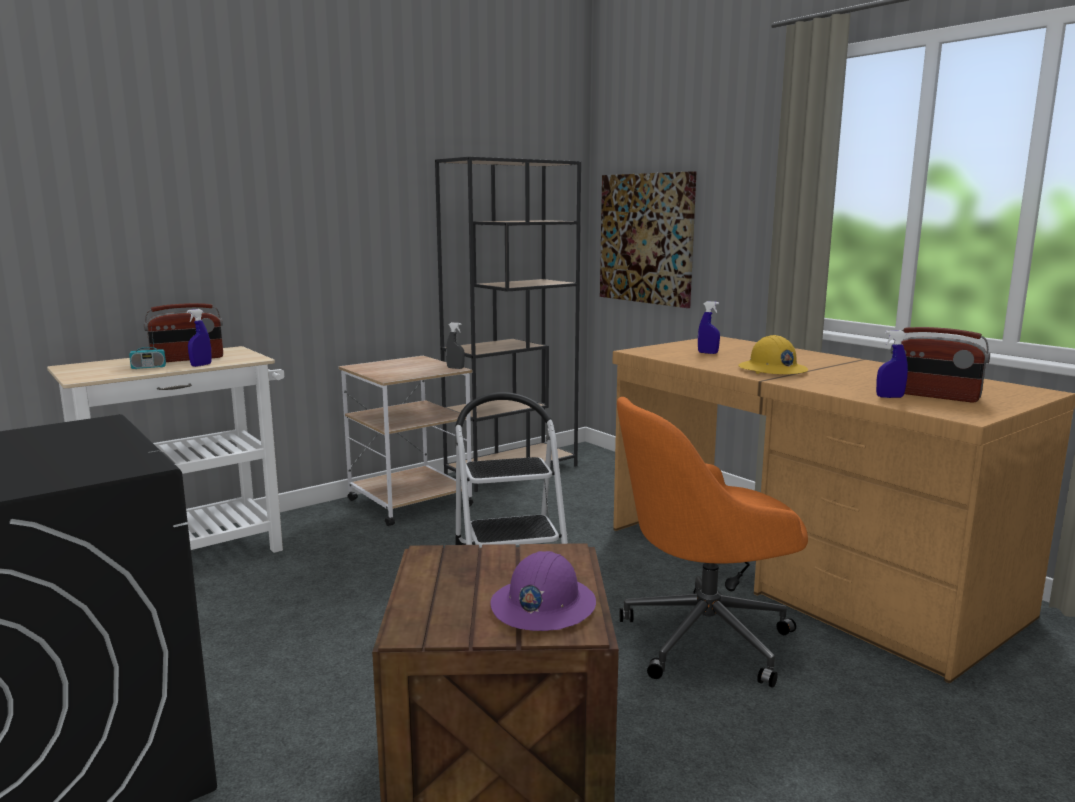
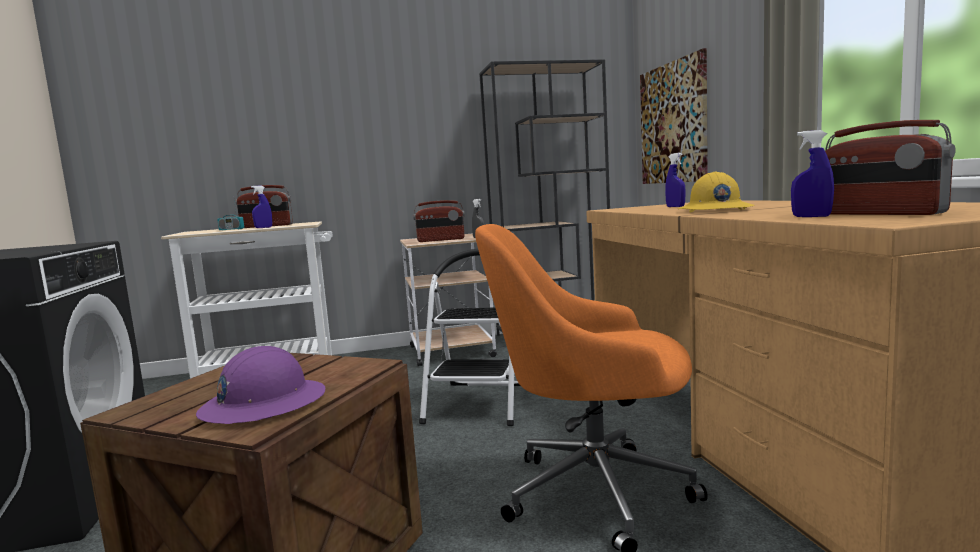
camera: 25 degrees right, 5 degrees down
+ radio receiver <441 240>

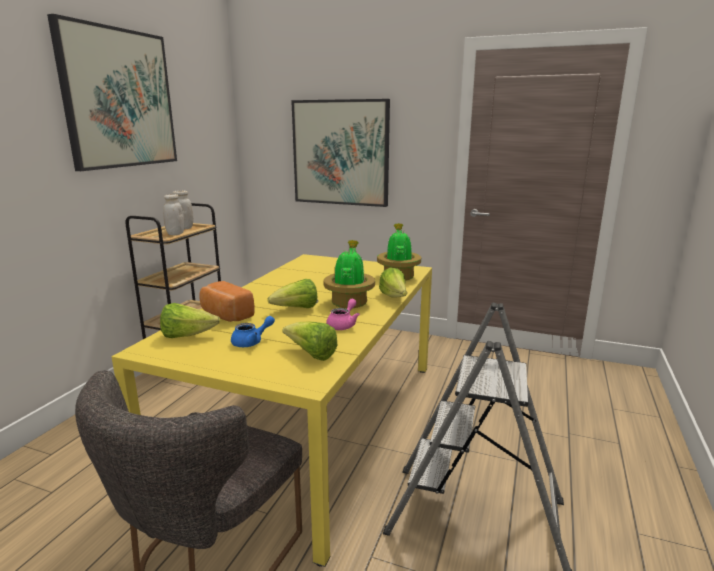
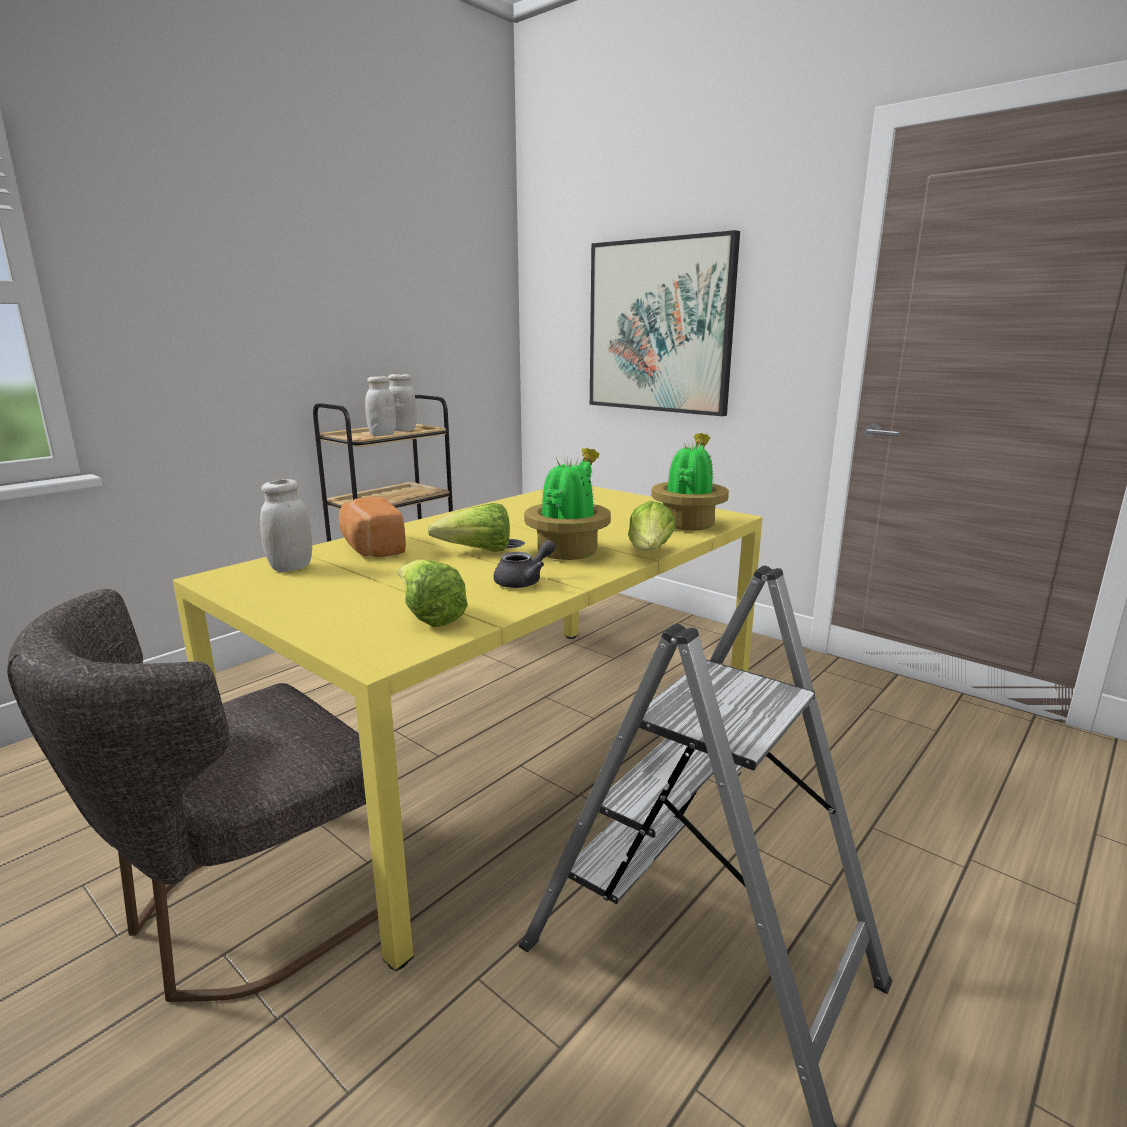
camera: 20 degrees right, 0 degrees up
- wall picture <119 99>
~ pinkish teapot <343 325> to greyish teapot <524 581>
~ lettuce head <187 336> to whitish storage jar <291 567>
- blue teapot <251 342>

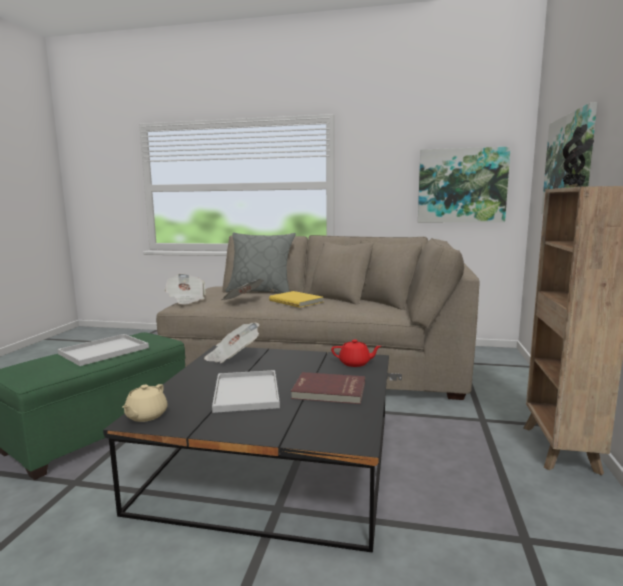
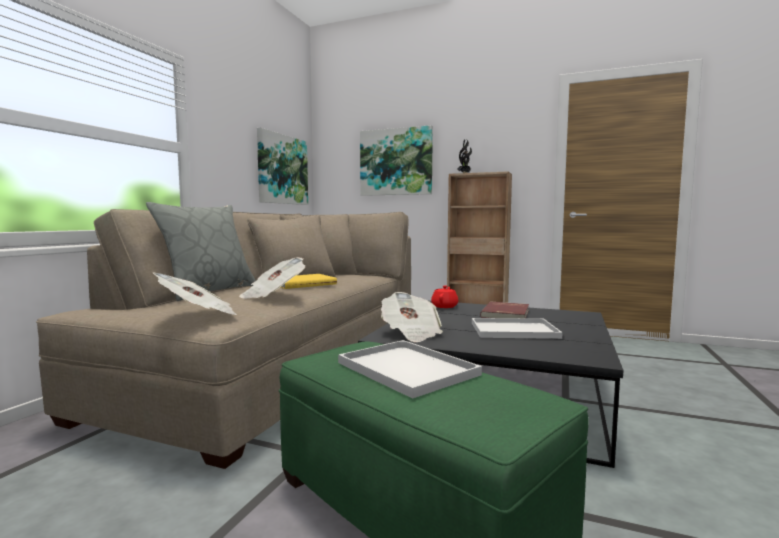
camera: 80 degrees left, 5 degrees down
- beige-coloured teapot <145 416>

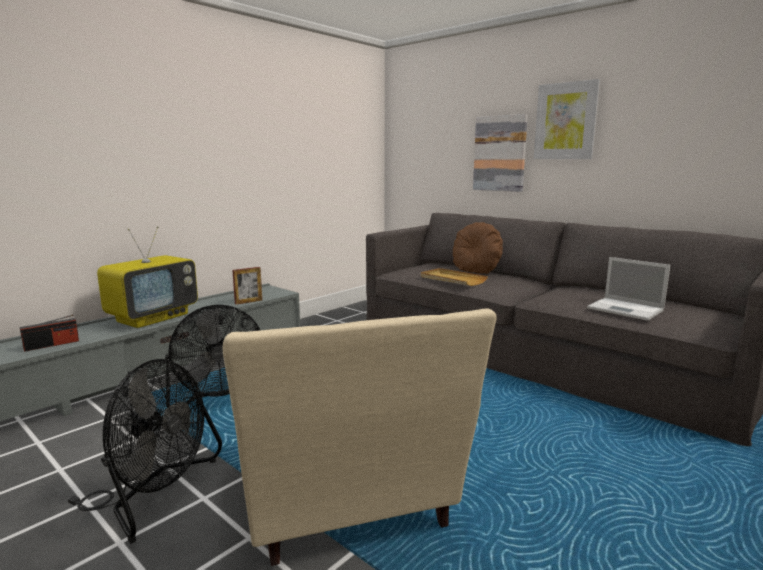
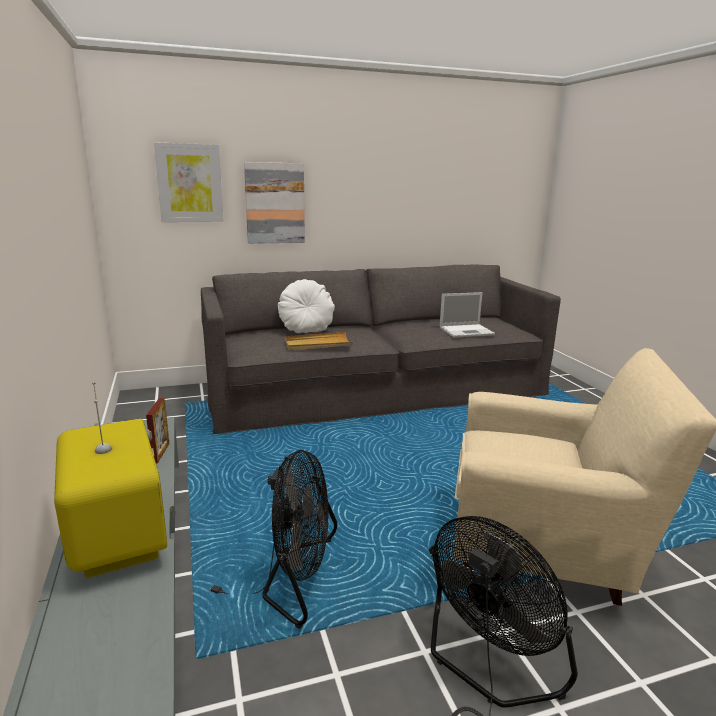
camera: 60 degrees left, 5 degrees up
~ wall picture <565 121> to <190 183>
~ brown-coloured throw pillow <476 272> to whitish throw pillow <306 331>
- radio receiver <52 345>

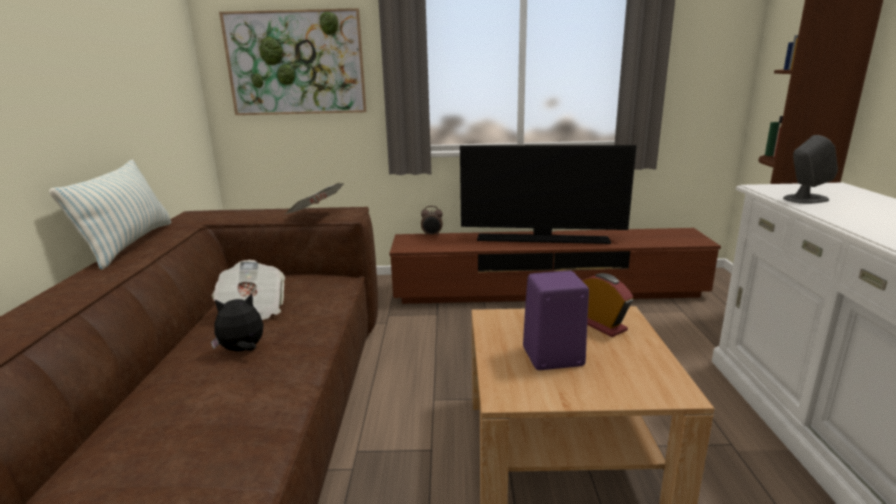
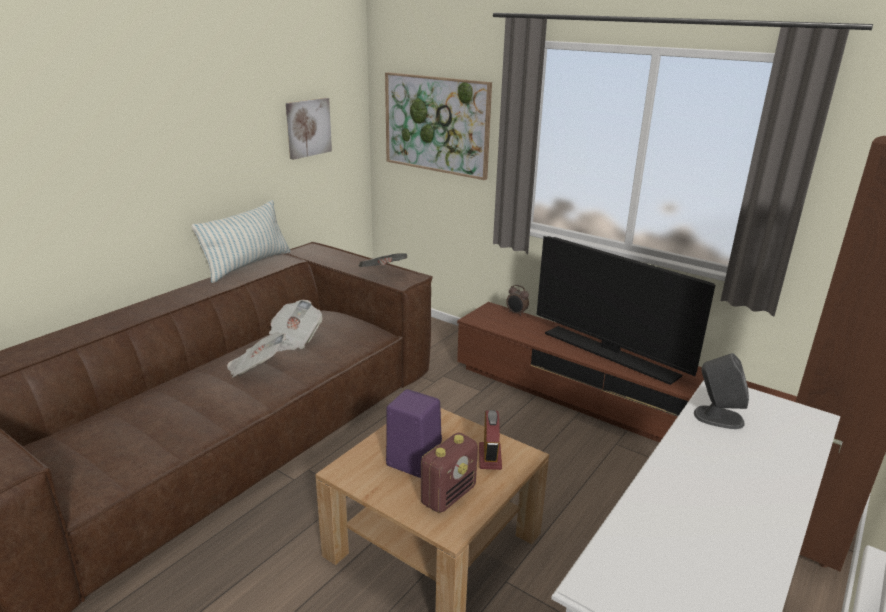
camera: 35 degrees right, 5 degrees up
~ cuddly toy <242 350> to daily paper <256 368>
+ wall picture <308 127>
+ radio receiver <448 495>

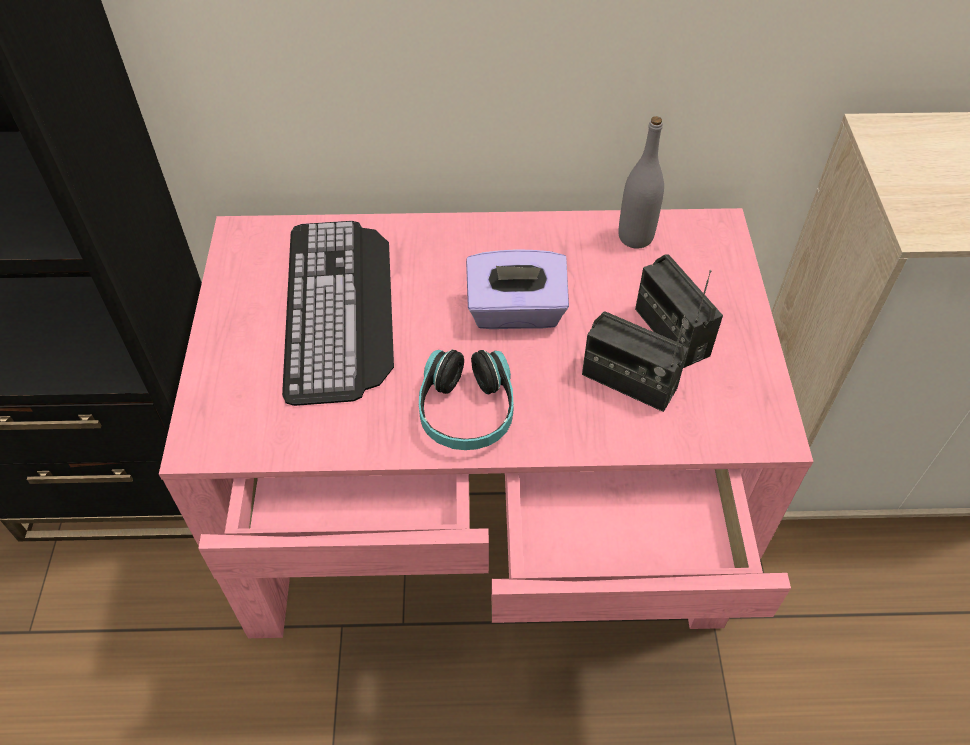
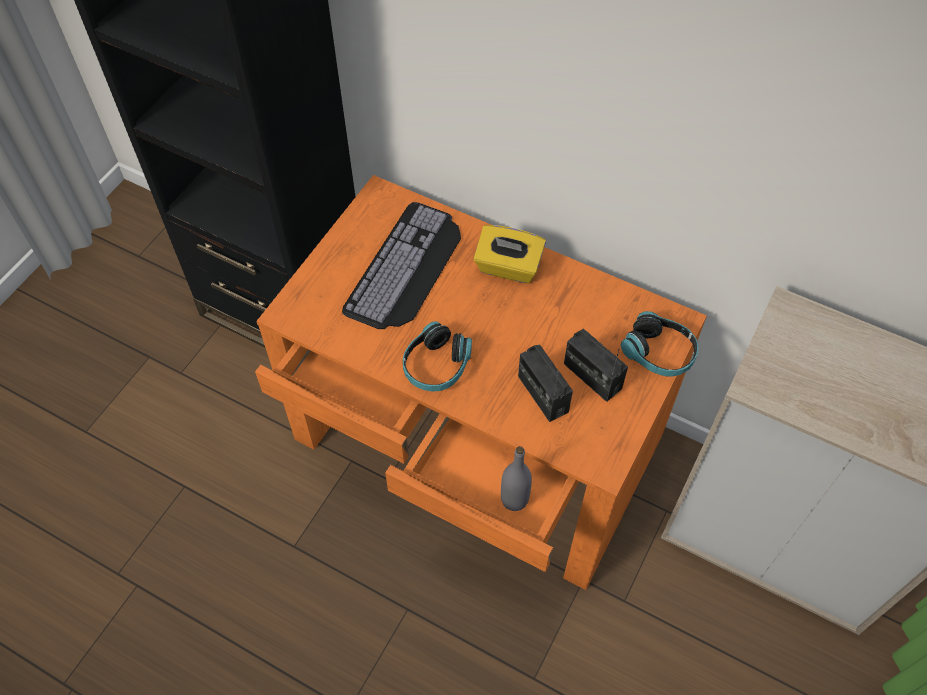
camera: 30 degrees right, 5 degrees up
~ greyish bottle <635 237> to <514 499>
~ pinkish desk unit <489 538> to orangey desk unit <471 454>
- purple-coloured box of tissues <516 312>
~ radio receiver <671 332> = <592 376> 45 degrees counterclockwise
+ yellow box of tissues <508 267>
+ pair of headphones <659 353>

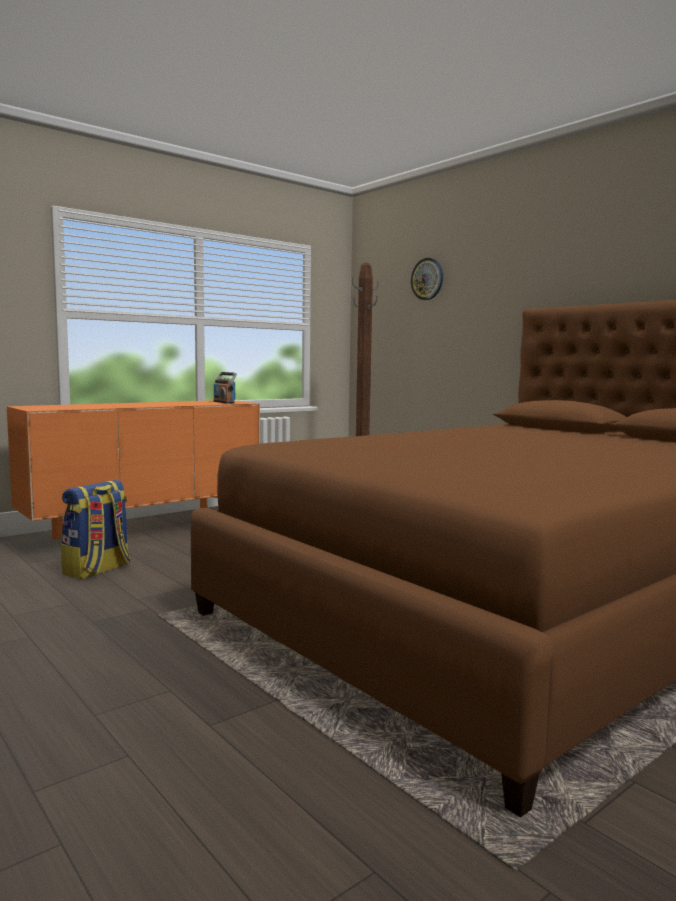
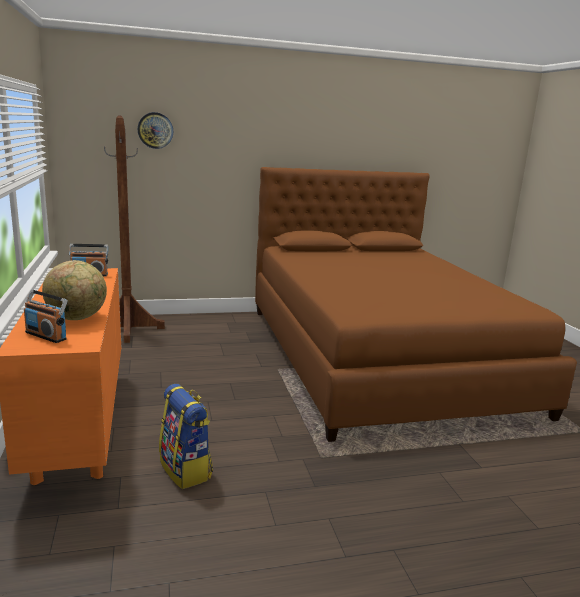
camera: 65 degrees left, 10 degrees up
+ desk globe <77 318>
+ radio receiver <46 335>

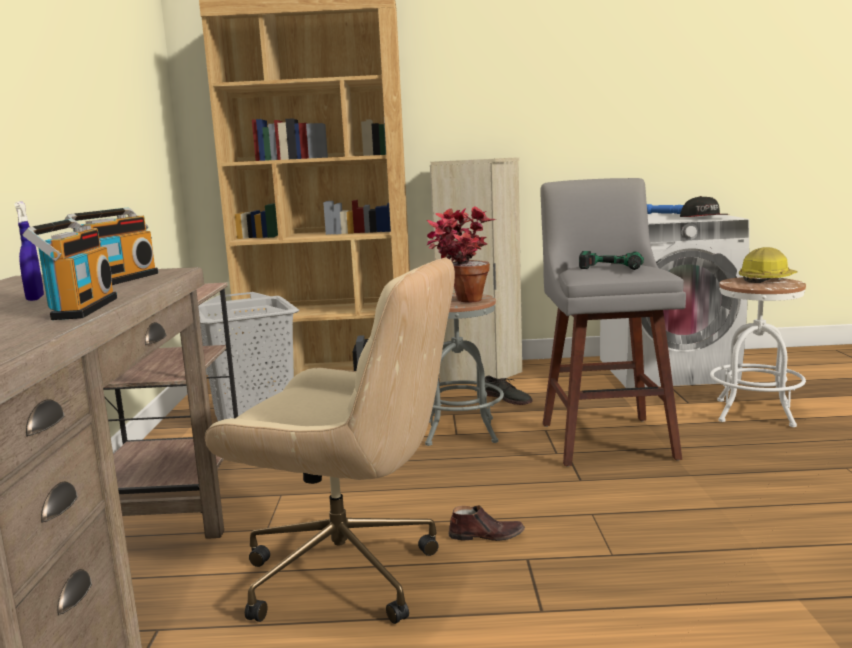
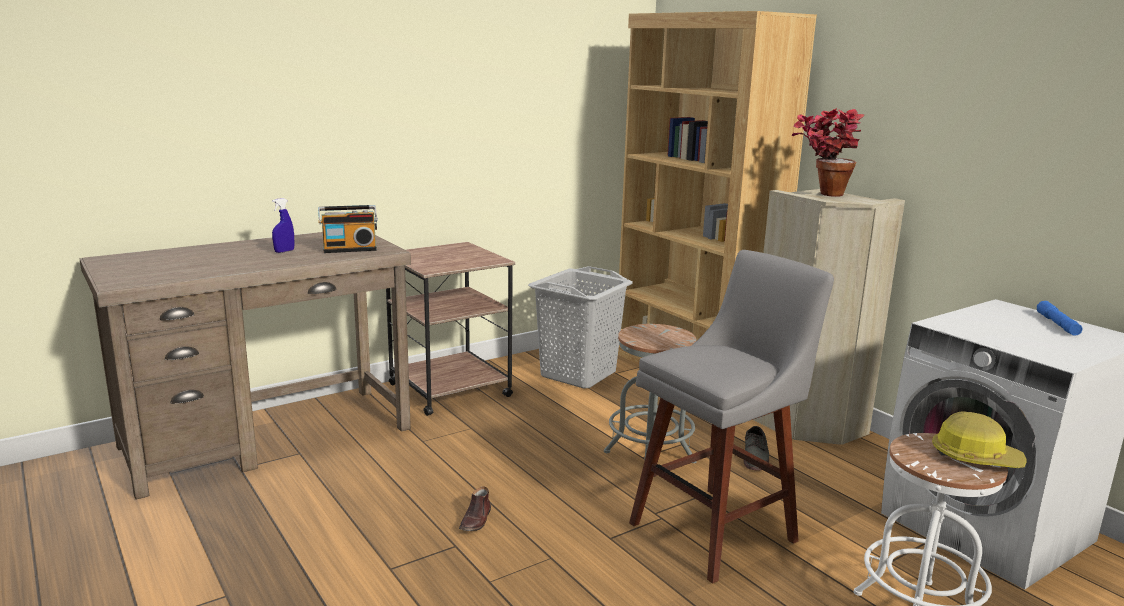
camera: 55 degrees right, 5 degrees up
- baseball cap <704 218>
~ potted plant <460 301> to <822 193>
- radio receiver <80 309>
- electric drill <610 269>
- beige-coloured desk chair <348 577>
~ brown-coloured shoe <486 535> = <476 520> 45 degrees clockwise

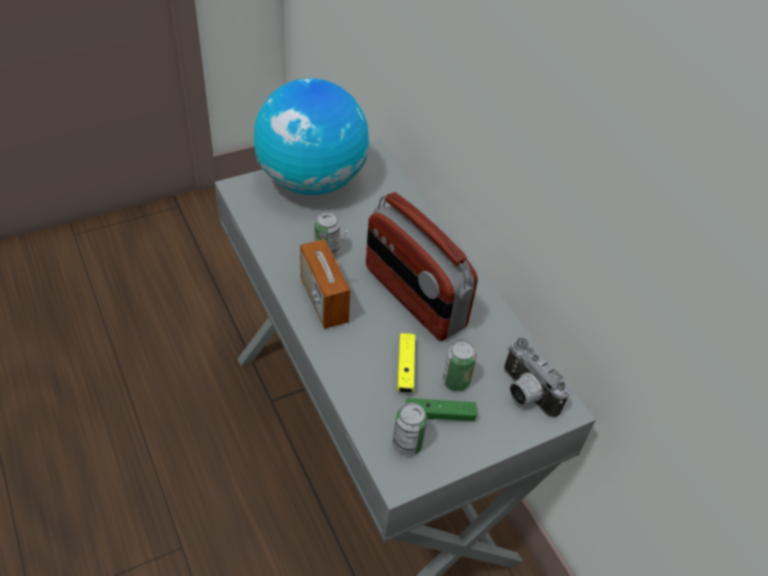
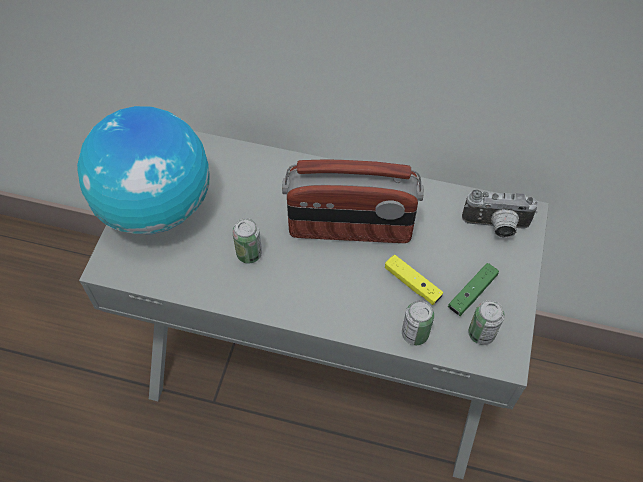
camera: 45 degrees left, 10 degrees up
- radio receiver <324 301>
~ can <456 381> to <415 334>

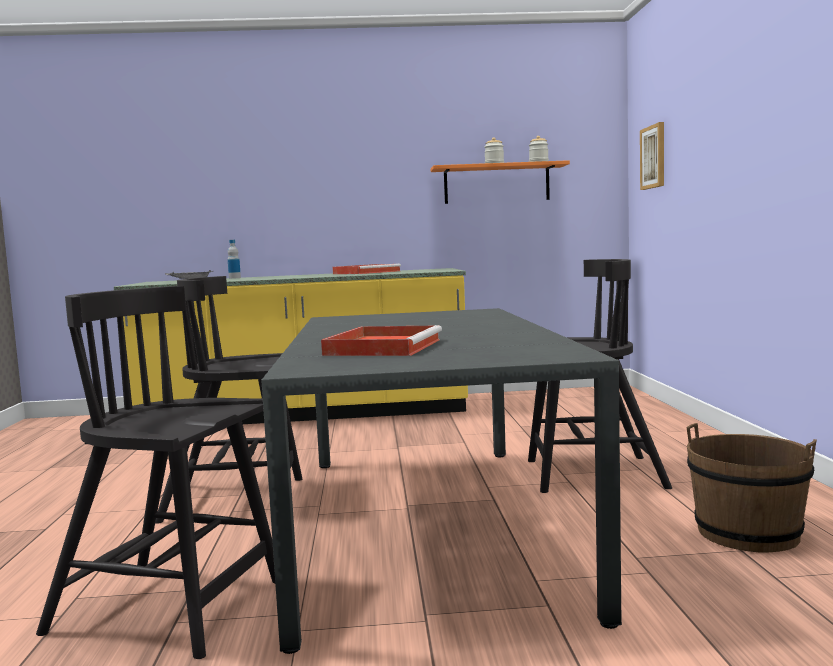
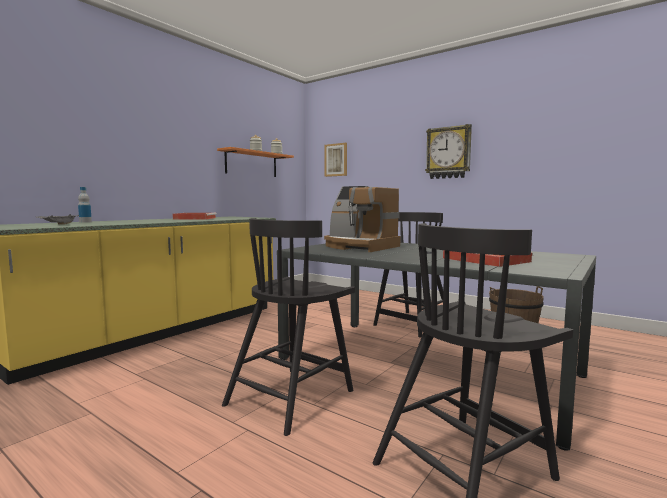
camera: 50 degrees left, 0 degrees up
+ clock on the wall <448 153>
+ coffee brewer <360 247>

